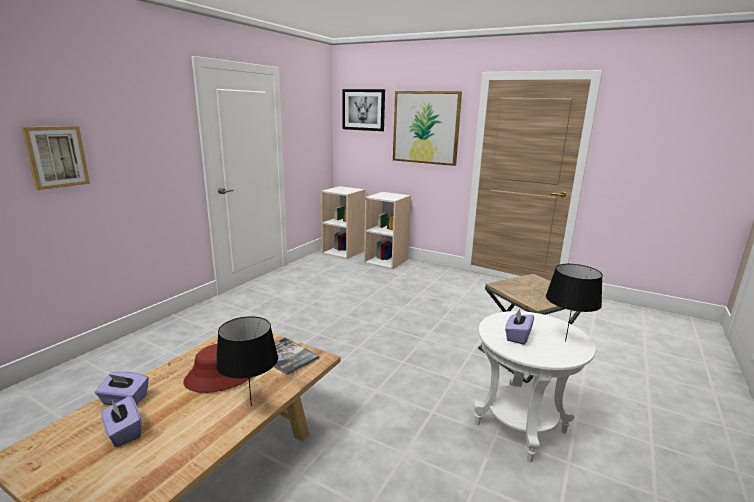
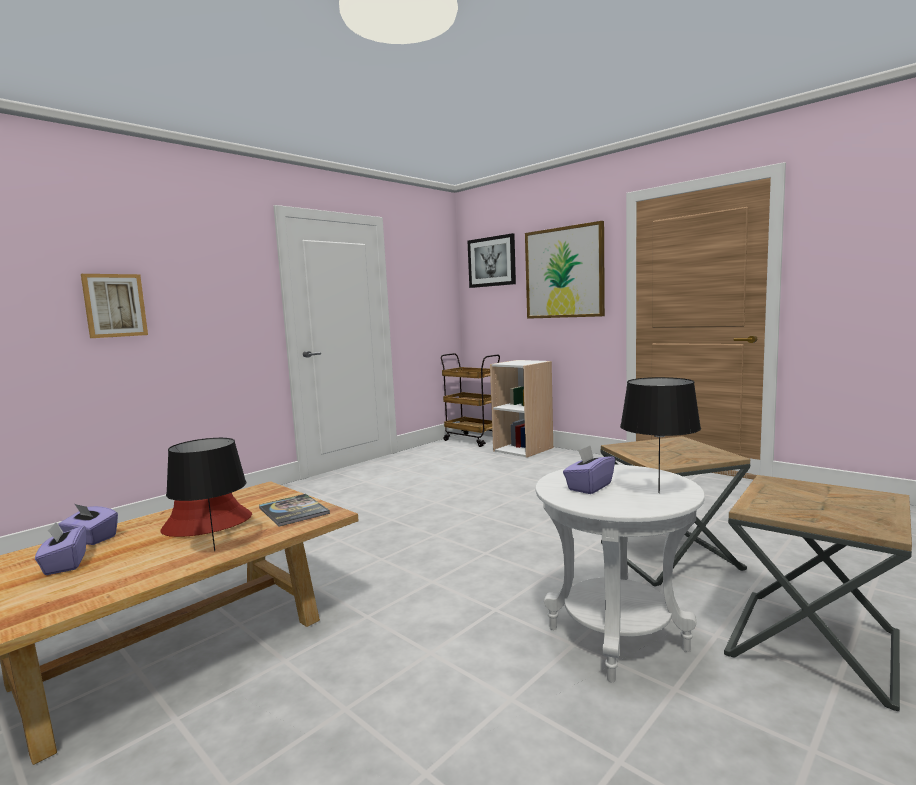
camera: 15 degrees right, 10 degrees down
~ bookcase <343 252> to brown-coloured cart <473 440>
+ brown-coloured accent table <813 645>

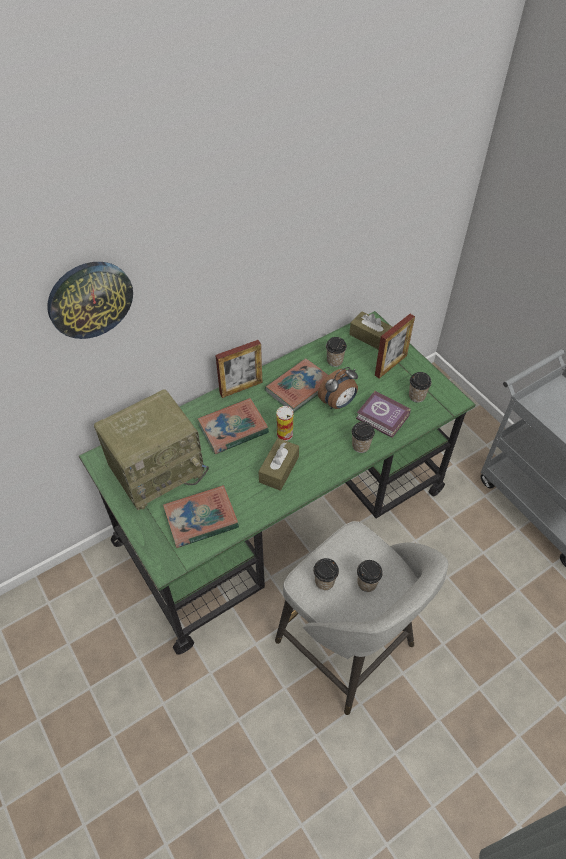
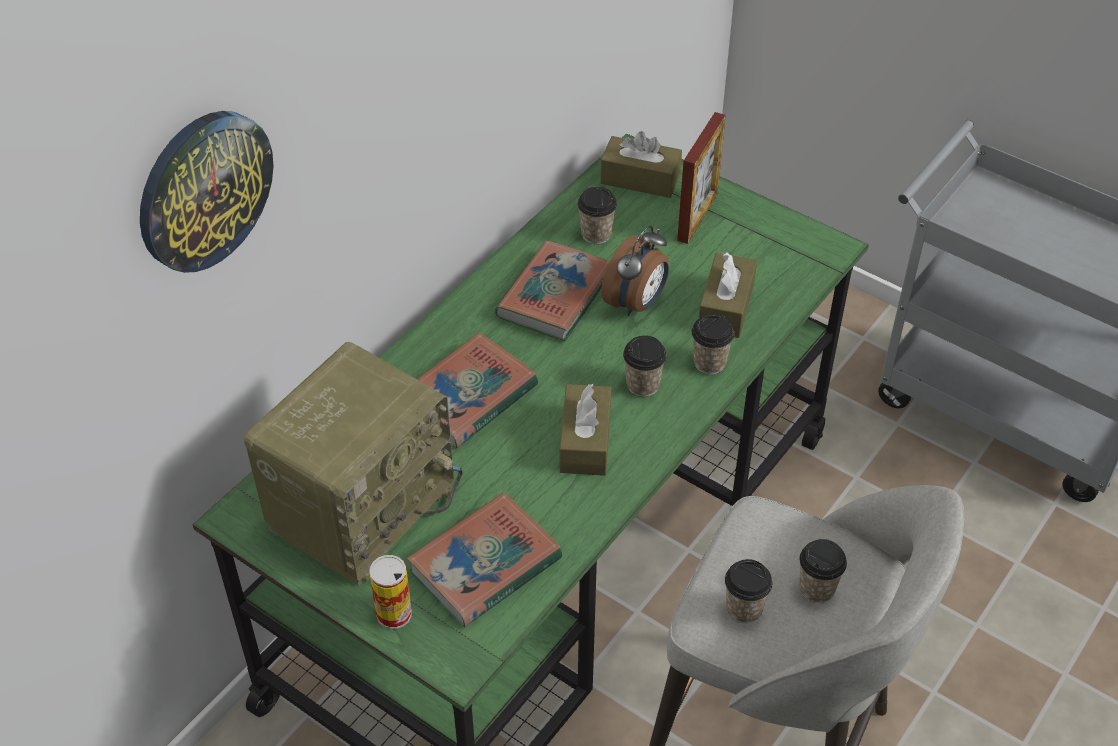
camera: 20 degrees left, 5 degrees down
- photo frame <241 388>
~ small cup <416 396> to <643 385>
~ volume <383 418> to brown-coloured box of tissues <726 307>
~ can <284 434> to <394 614>

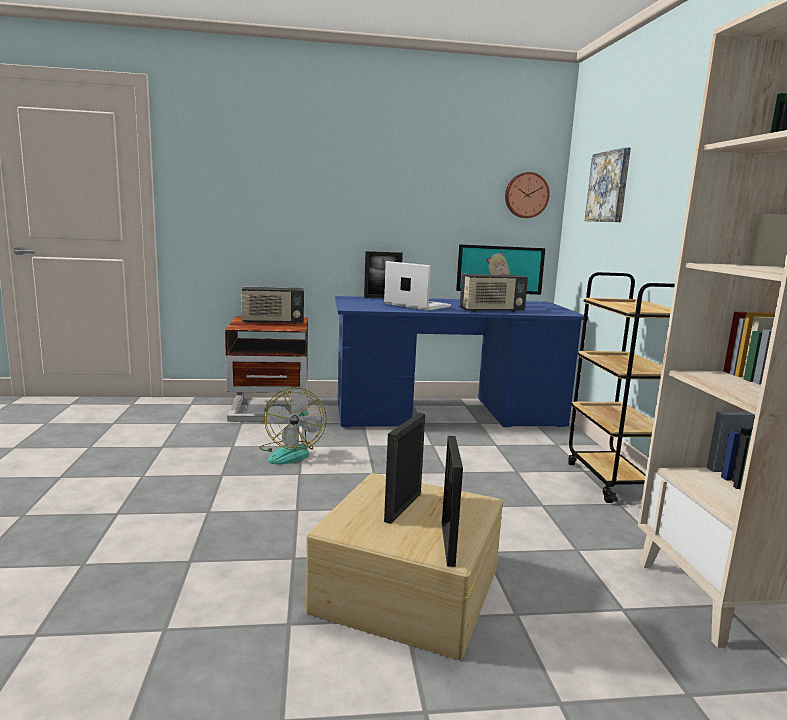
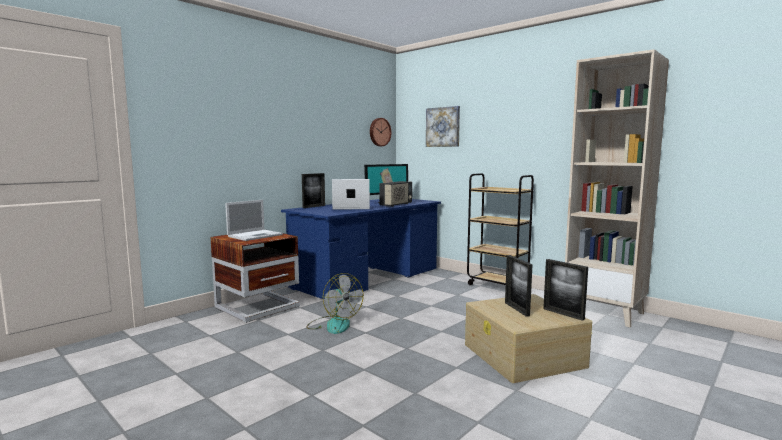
camera: 40 degrees left, 5 degrees down
~ radio receiver <273 322> to notebook computer <255 235>

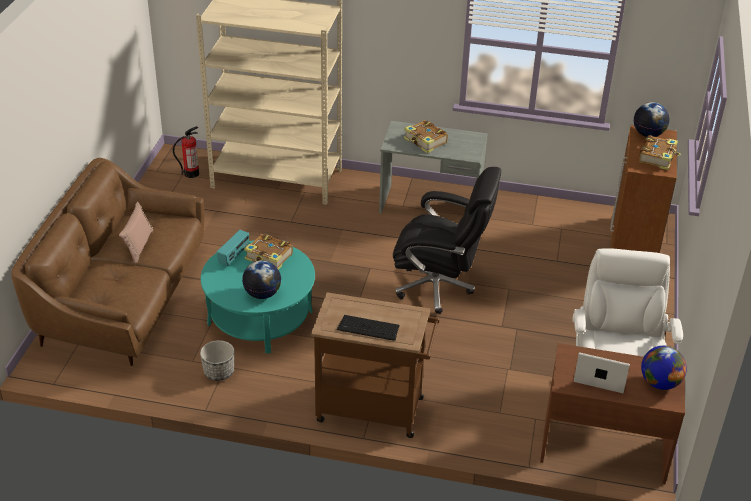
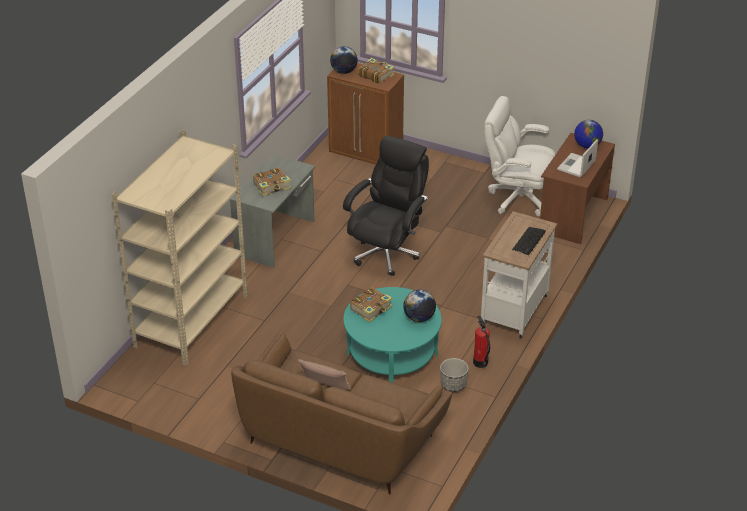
camera: 75 degrees left, 0 degrees up
~ fire-fighting cylinder <191 173> to <480 362>
- radio receiver <234 256>
~ brown-coloured cart <373 410> to whitish cart <515 309>

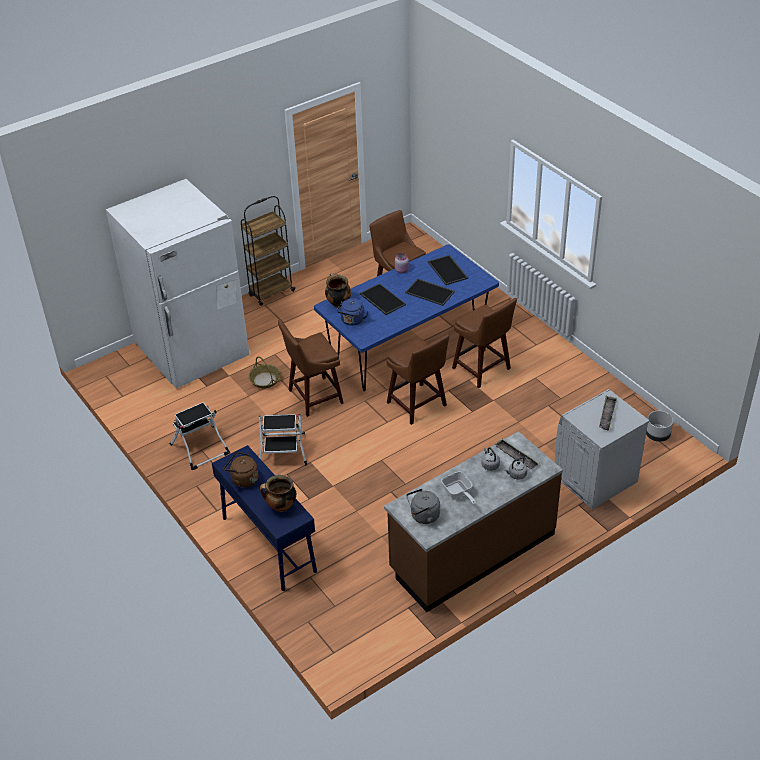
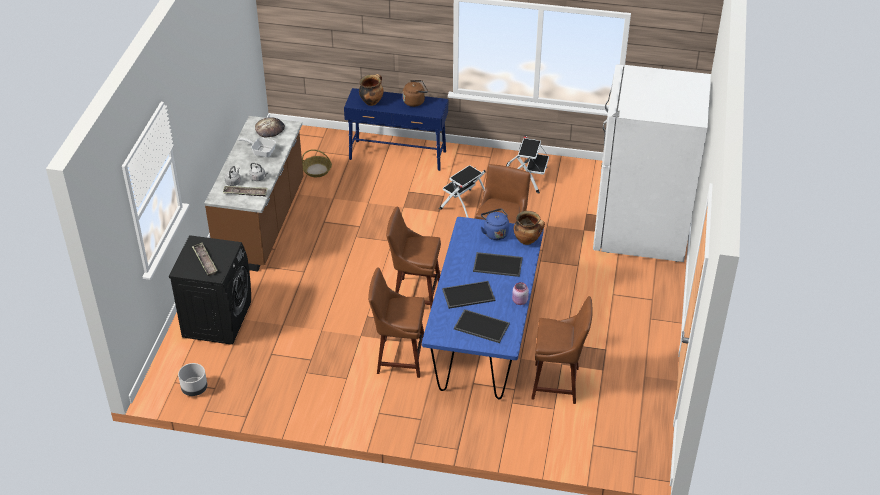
camera: 135 degrees right, 0 degrees up
- brown-coloured cart <271 293>
~ household basket <265 380> to <316 170>
~ whitish washing machine <595 480> to black-coloured washing machine <217 320>
~ greyish kettle <423 516> to baked bread <270 129>

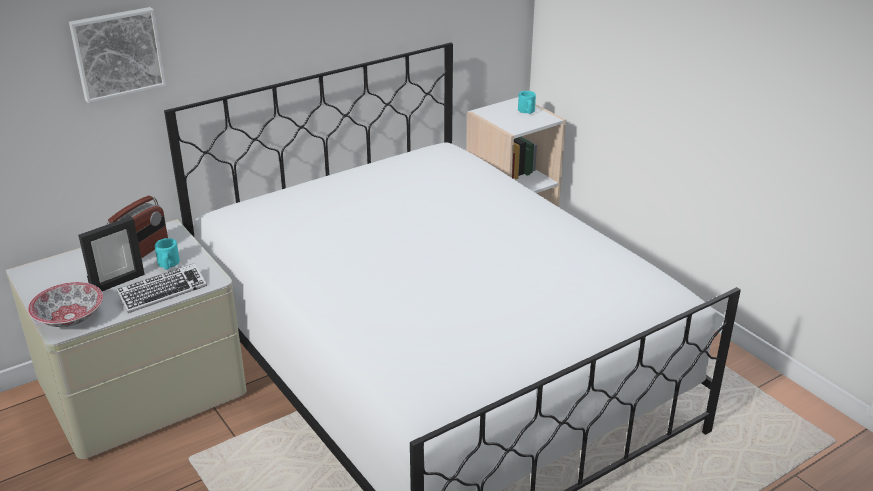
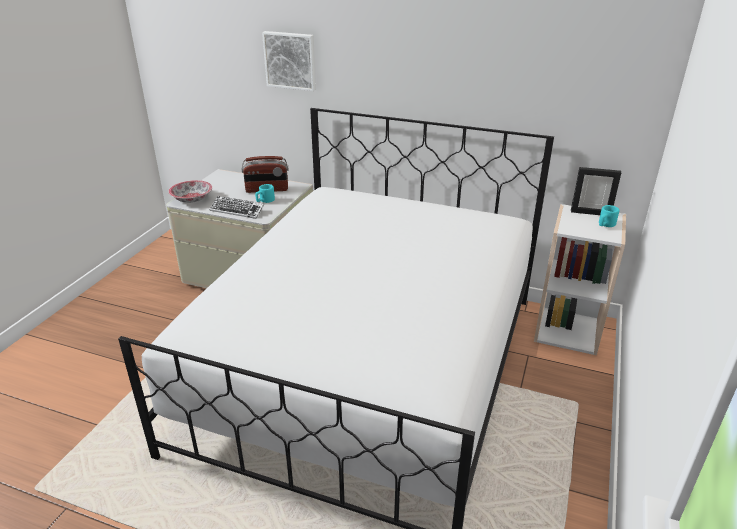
camera: 55 degrees right, 0 degrees up
~ photo frame <117 282> to <590 212>

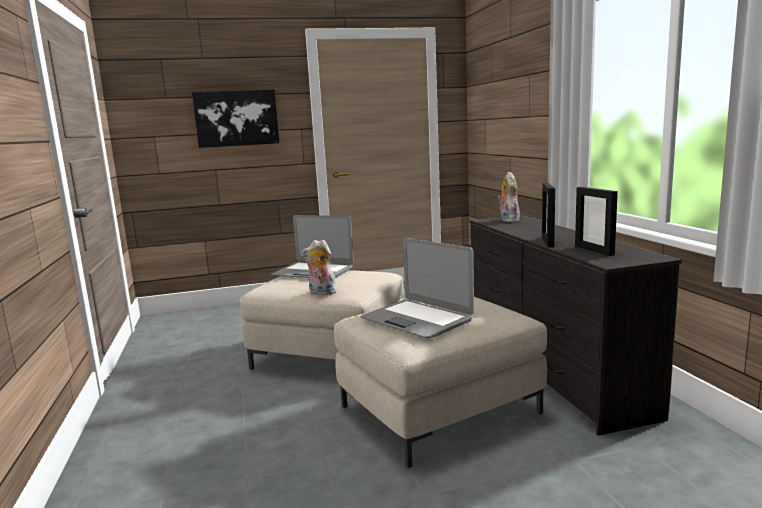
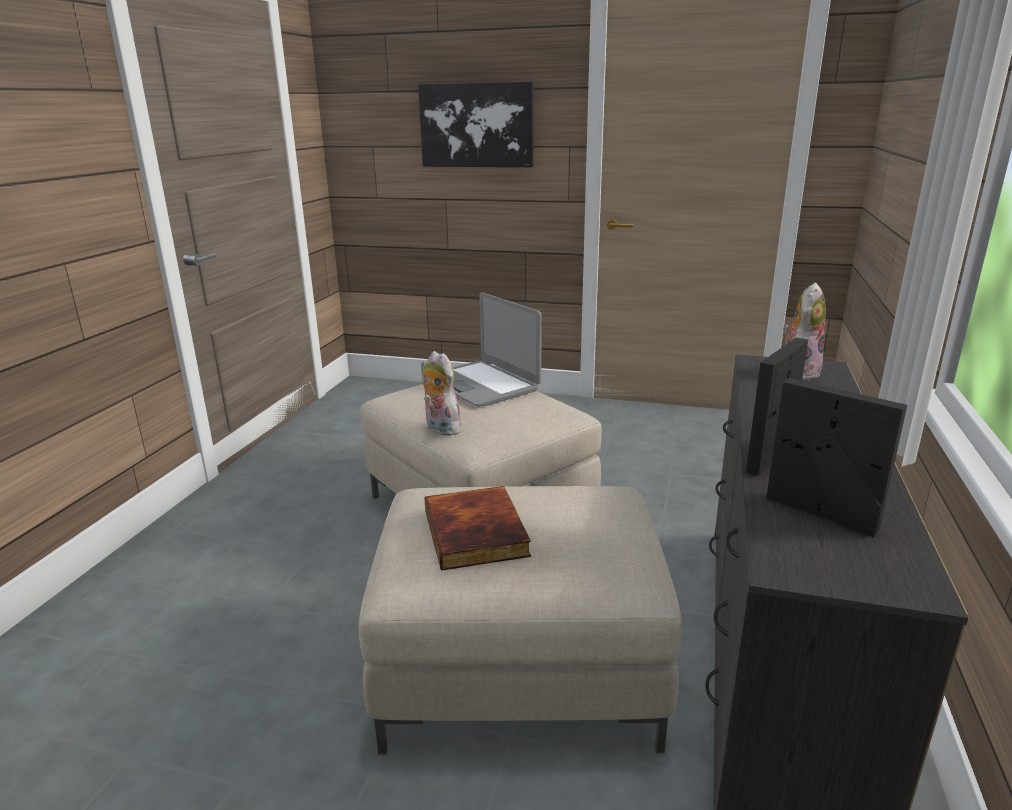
camera: 30 degrees right, 10 degrees up
~ photo frame <595 250> = <819 514> 120 degrees clockwise
~ notebook computer <417 319> to volume <478 532>

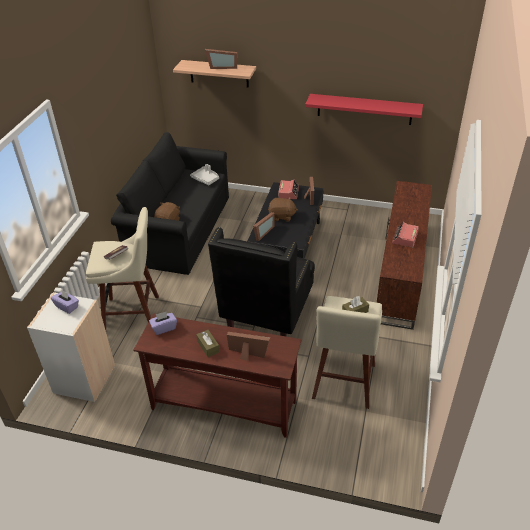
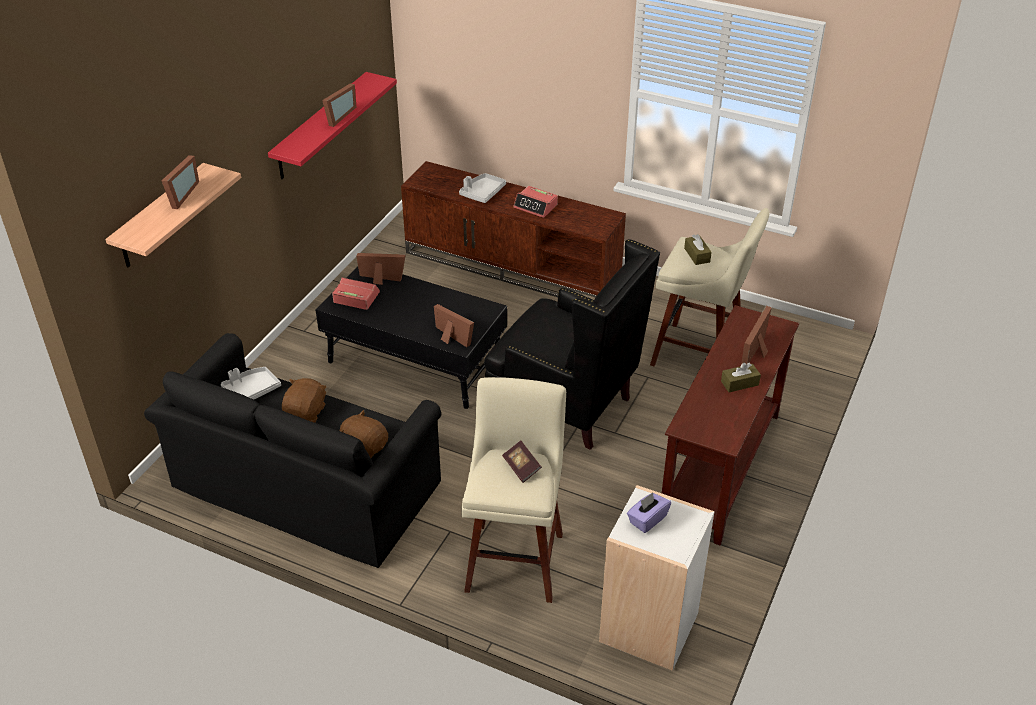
camera: 80 degrees left, 0 degrees up
~ brown-coloured cuddly toy <282 216> to <306 412>
- purple-coloured box of tissues <164 328>
+ photo frame <337 116>
+ greyish tray <482 193>

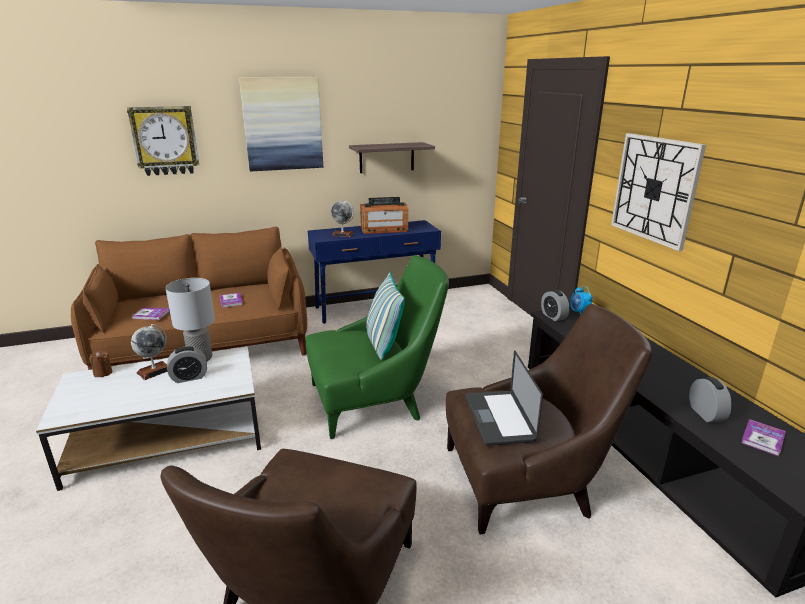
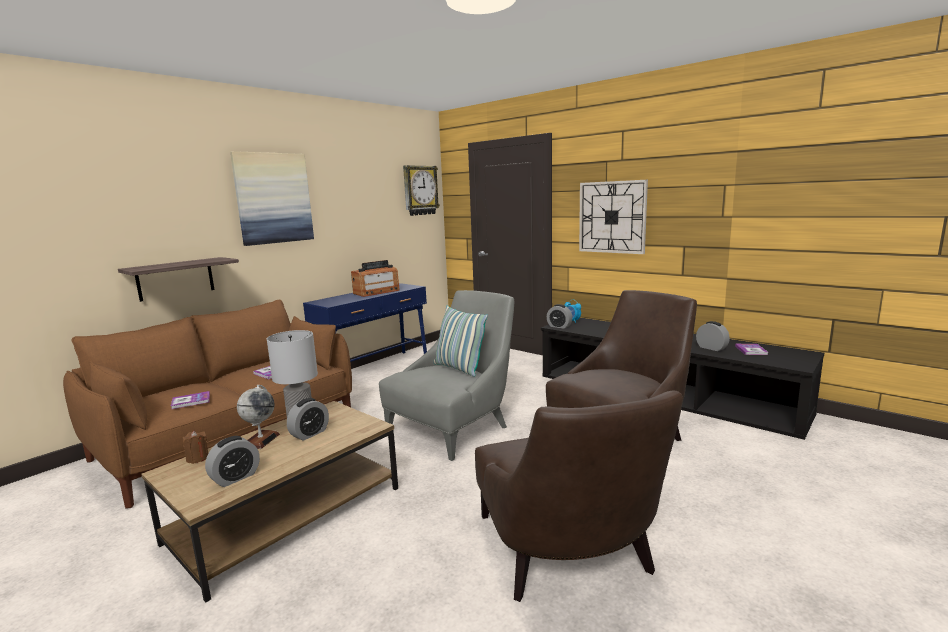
camera: 30 degrees left, 10 degrees down
~ clock on the wall <165 141> to <420 190>
~ bracket shelf <386 157> to <175 279>
- desk globe <342 234>
~ green-coloured armchair <375 399> to greyish armchair <455 425>
~ whitish coffee table <169 437> to brown-coloured coffee table <288 513>
- notebook computer <498 418>
+ alarm clock <235 478>

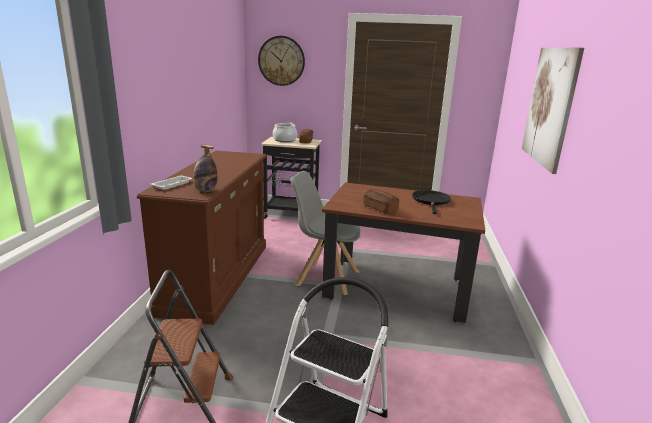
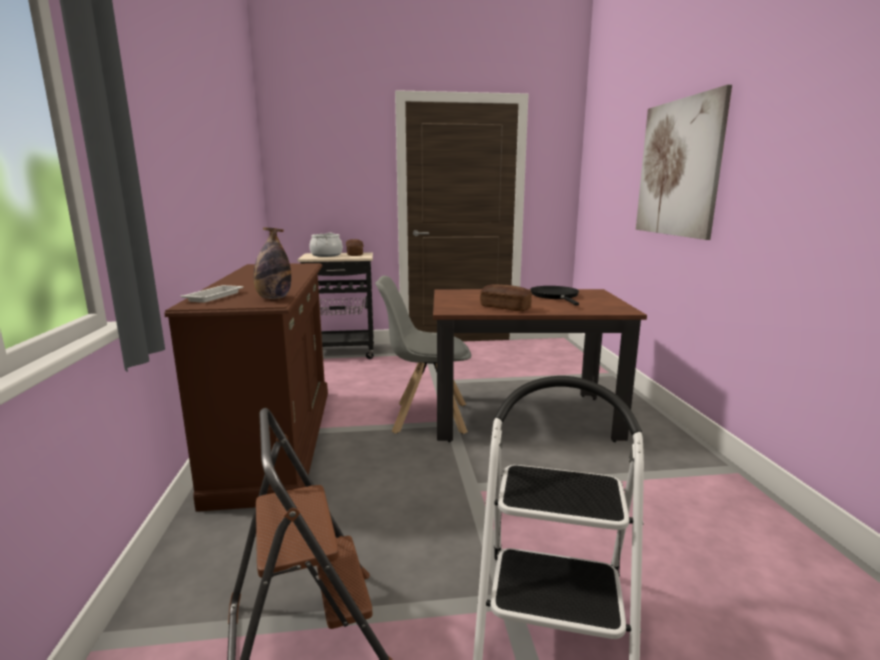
camera: 15 degrees left, 5 degrees down
- clock on the wall <281 61>

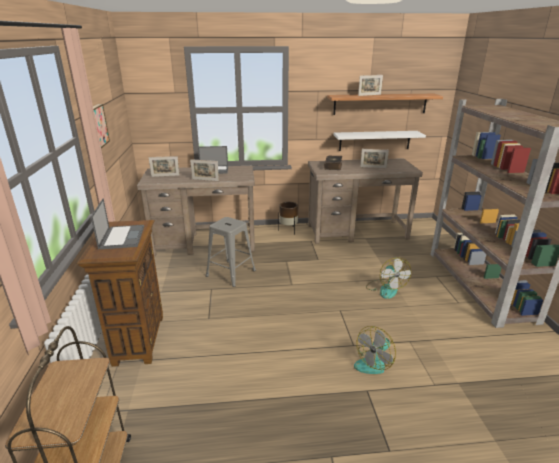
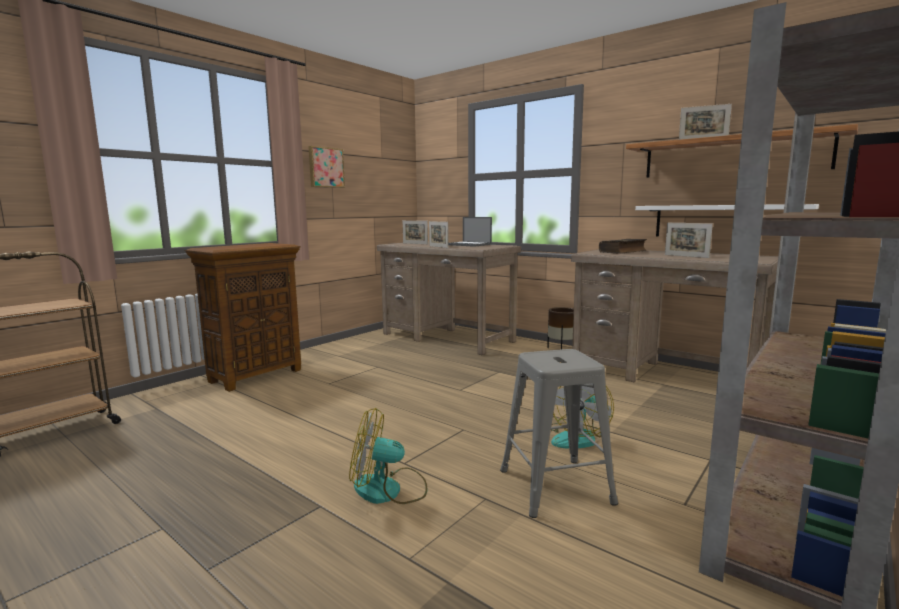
camera: 45 degrees right, 15 degrees down
- notebook computer <122 237>
~ greyish stool seat <230 273> to <555 486>

